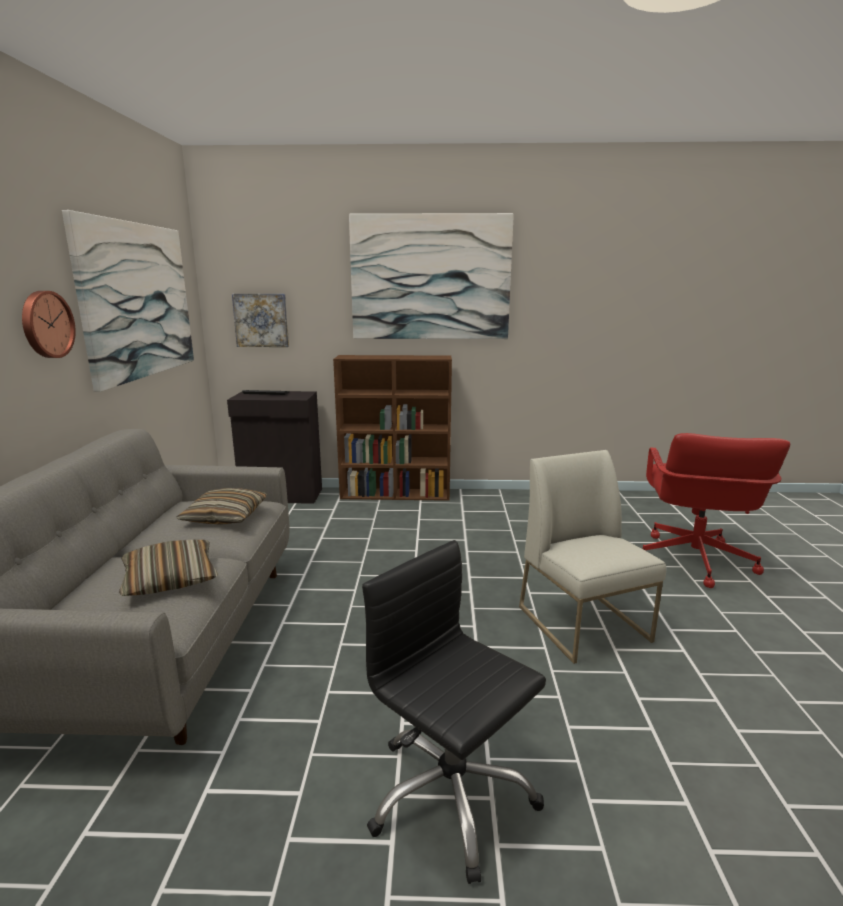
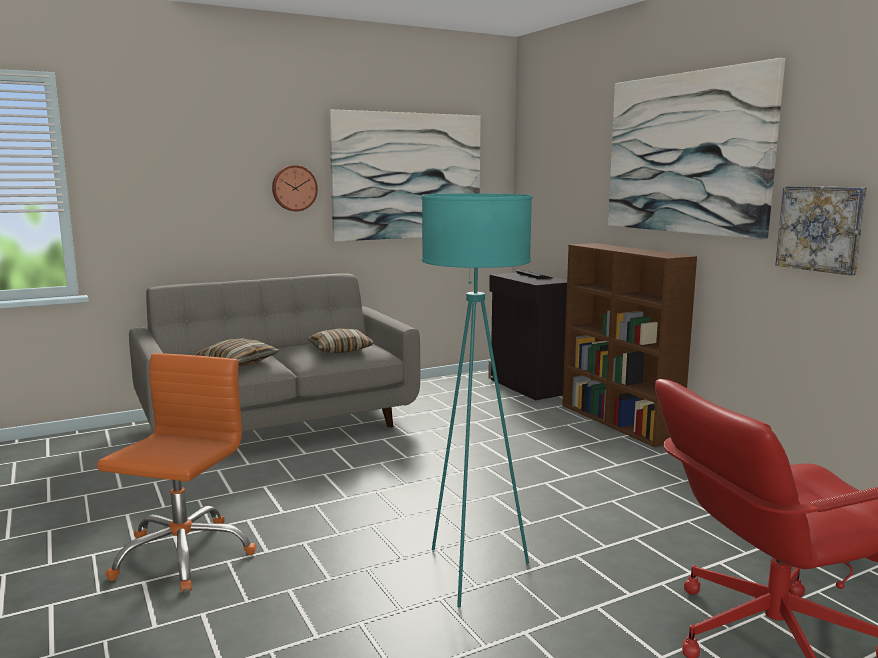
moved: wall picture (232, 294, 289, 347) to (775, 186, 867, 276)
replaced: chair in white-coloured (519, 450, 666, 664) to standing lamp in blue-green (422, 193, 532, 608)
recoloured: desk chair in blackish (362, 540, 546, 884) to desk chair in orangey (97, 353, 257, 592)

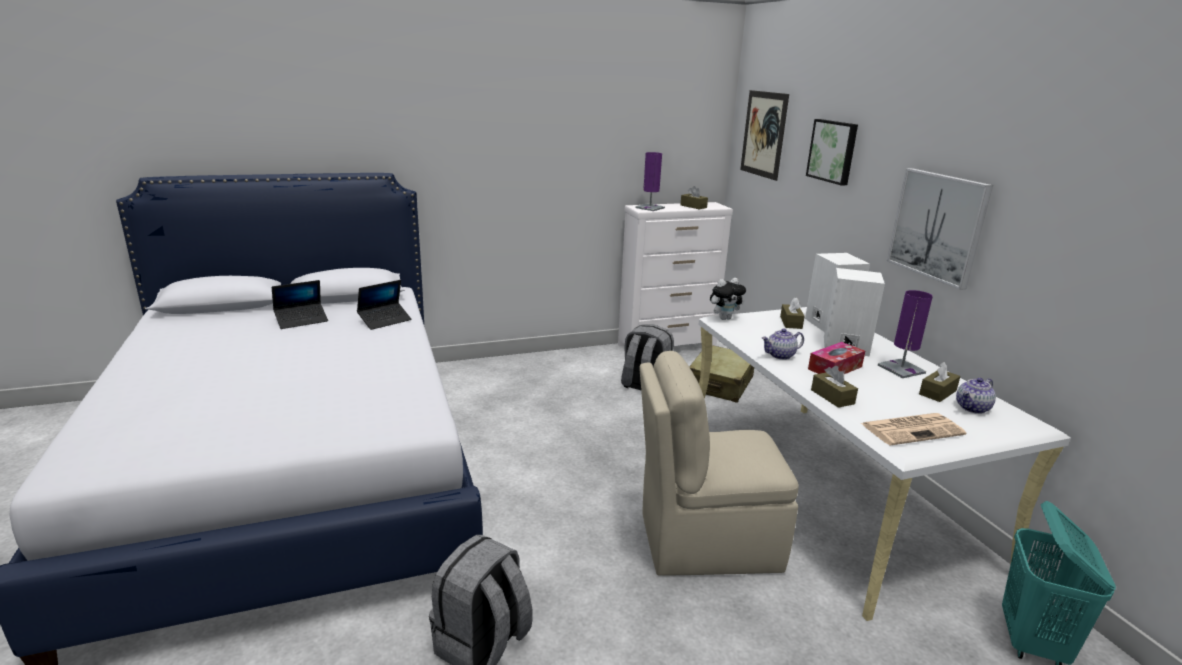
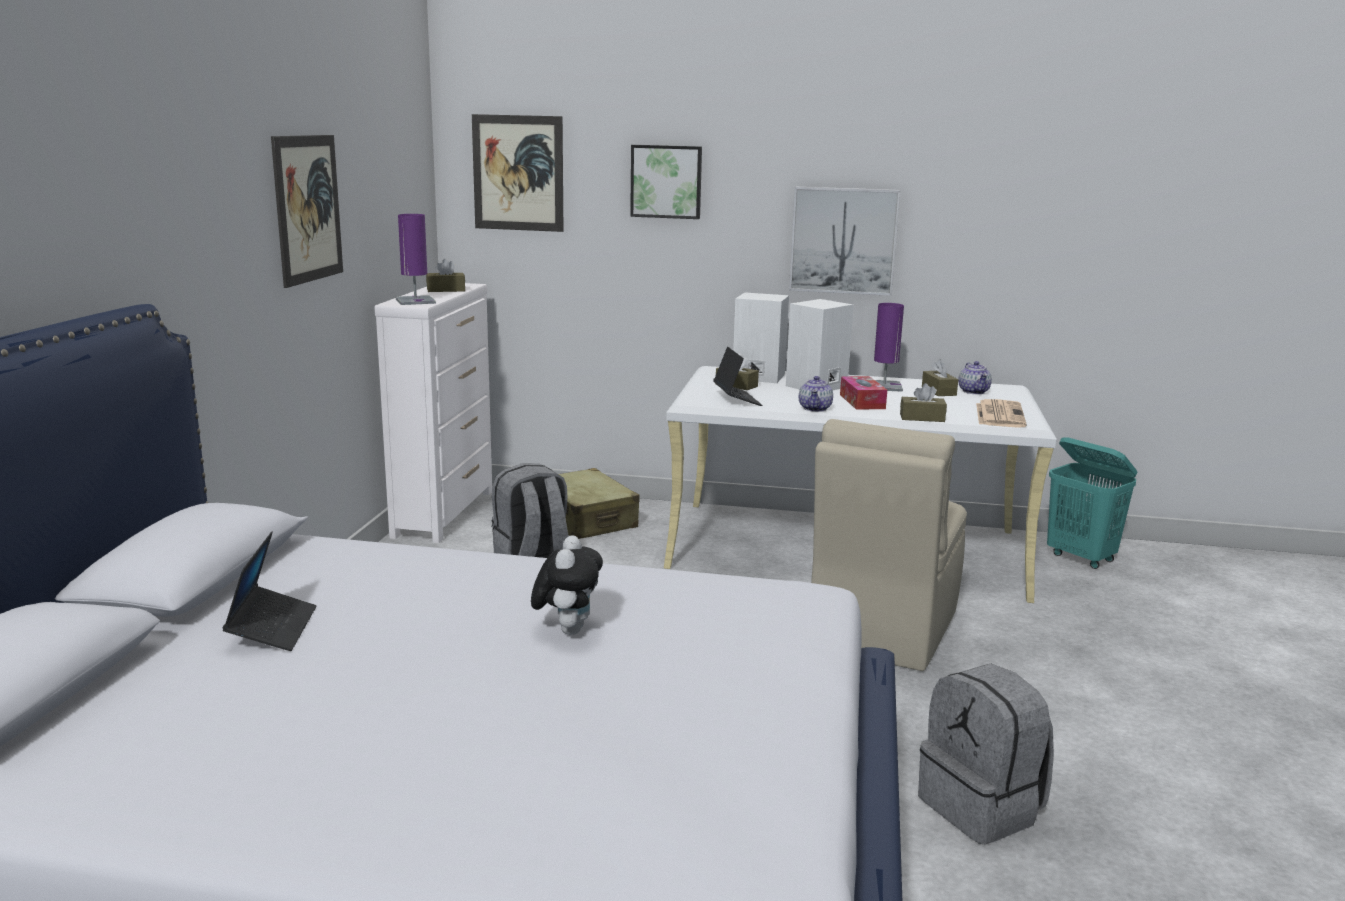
added: wall picture (271, 135, 343, 288)
moved: soft toy (710, 278, 746, 320) to (531, 535, 603, 635); notebook computer (357, 280, 412, 330) to (713, 347, 762, 406)

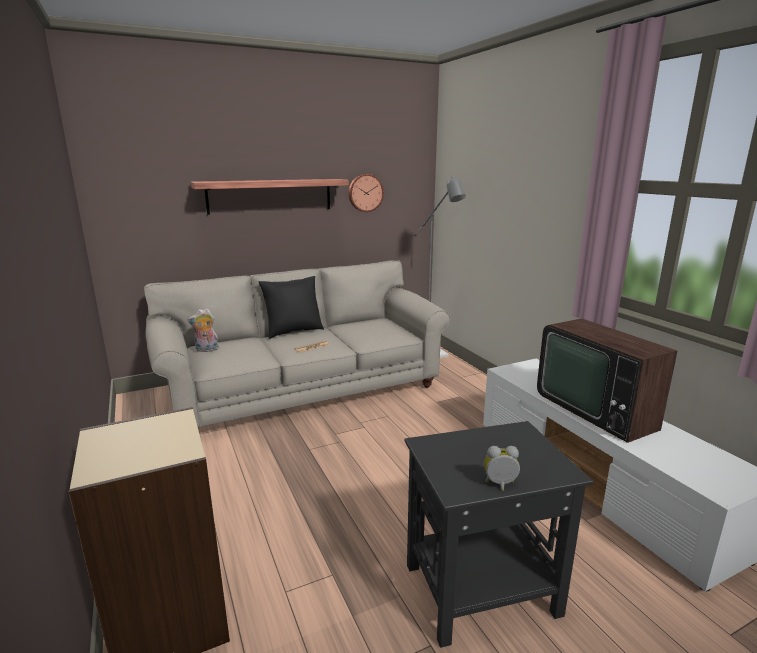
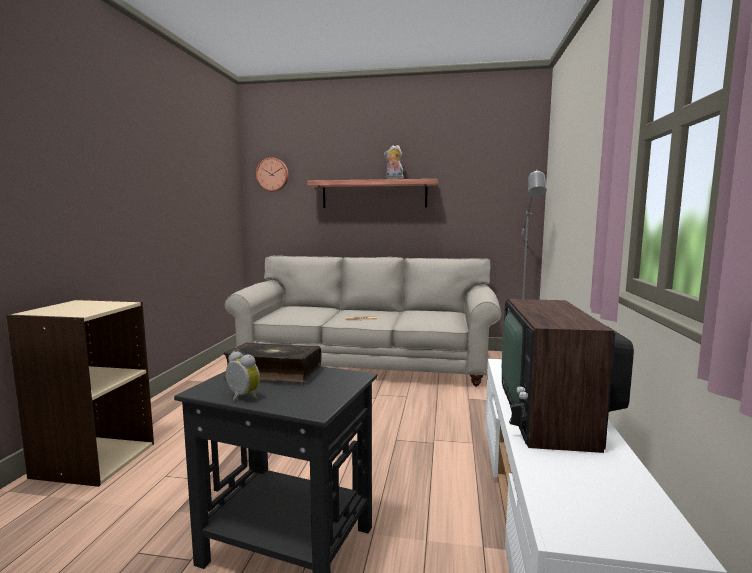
removed: pillow in blackish (259, 276, 324, 339)
added: bound book (224, 342, 321, 383)
moved: wall clock (349, 174, 384, 212) to (256, 157, 288, 191); soft toy (188, 308, 219, 352) to (384, 145, 403, 179)

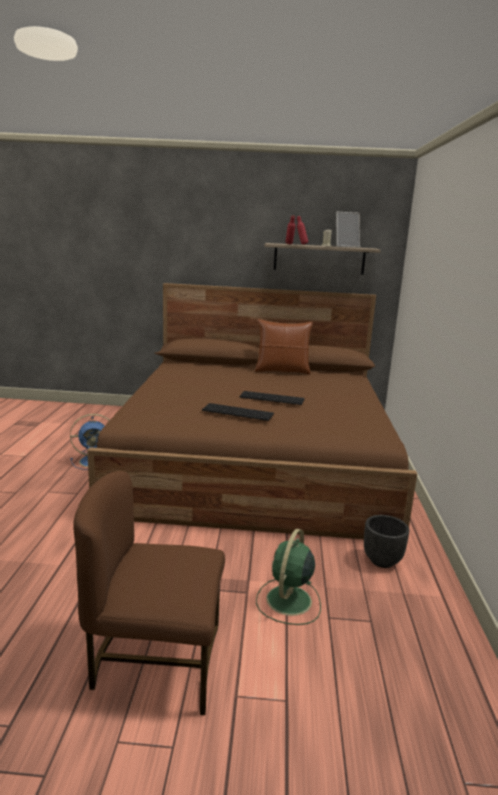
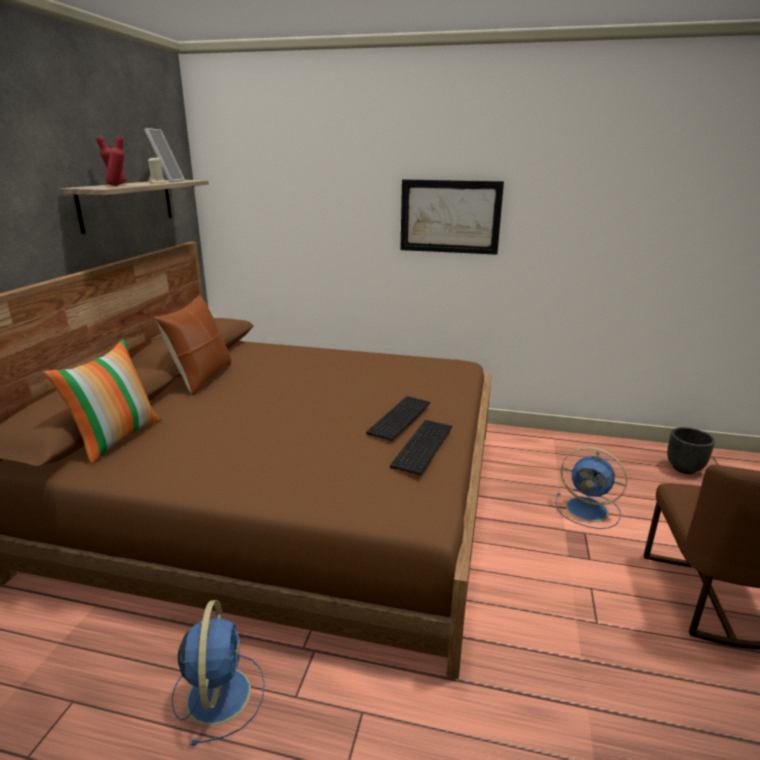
added: pillow (44, 339, 162, 464); wall picture (400, 179, 504, 255)
moved: keyboard (239, 391, 305, 405) to (390, 420, 452, 475); planter in blackish (364, 515, 409, 568) to (667, 427, 715, 474)
recoloured: fan in greenish (256, 529, 321, 625) to fan in blue (556, 447, 627, 529)

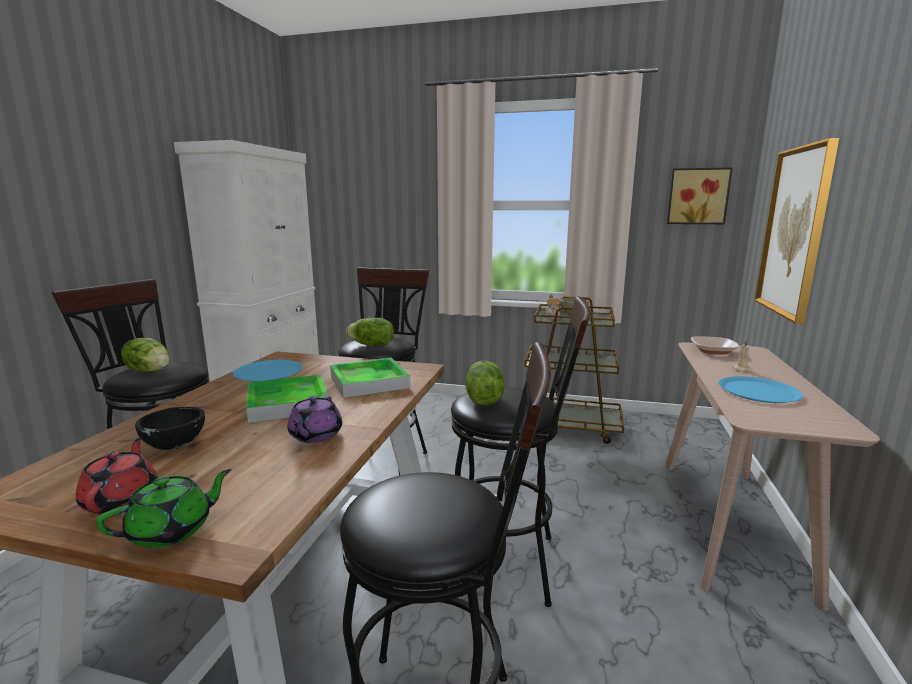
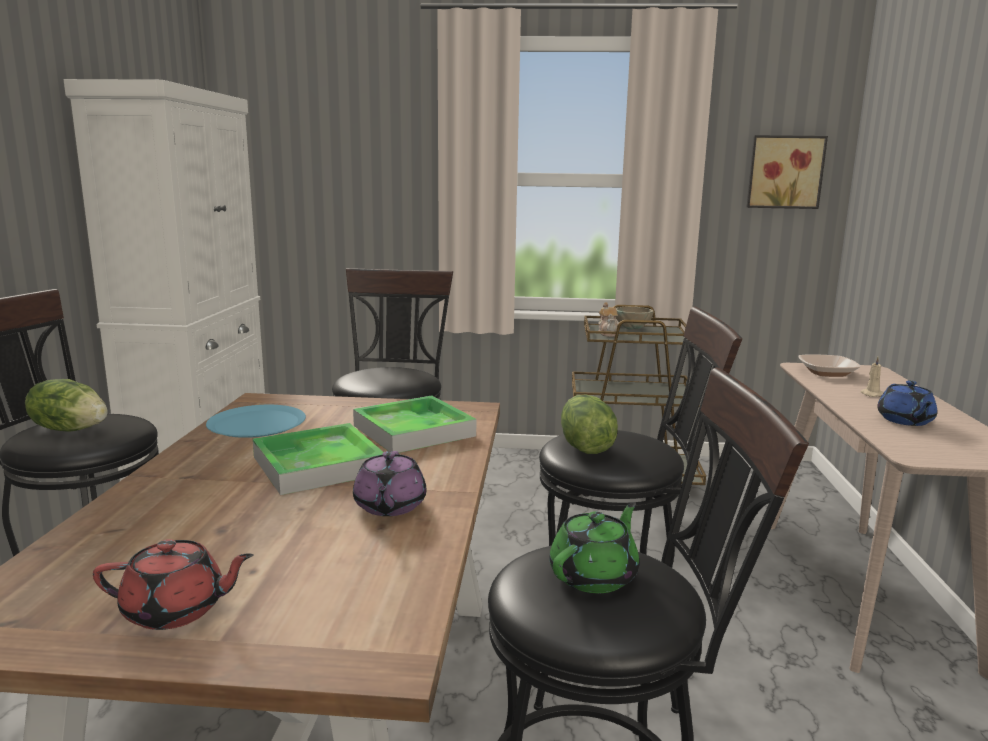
removed: deep dish in blackish (135, 407, 205, 450); lettuce head (346, 318, 394, 346); wall picture (755, 138, 839, 324)
moved: teapot in greenish (96, 469, 232, 548) to (549, 503, 639, 593)
replaced: dinner plate in blue (719, 376, 803, 403) to teapot in blue (877, 381, 937, 426)
turned: teapot in red (76, 438, 158, 515) = (93, 539, 254, 630) 105 degrees clockwise

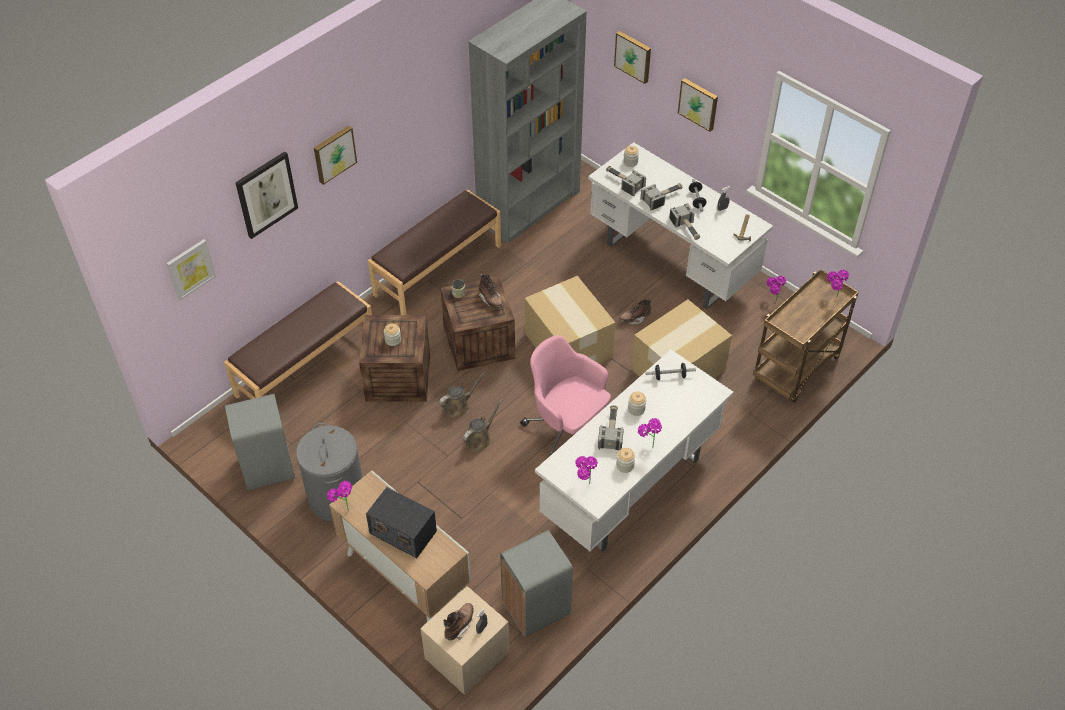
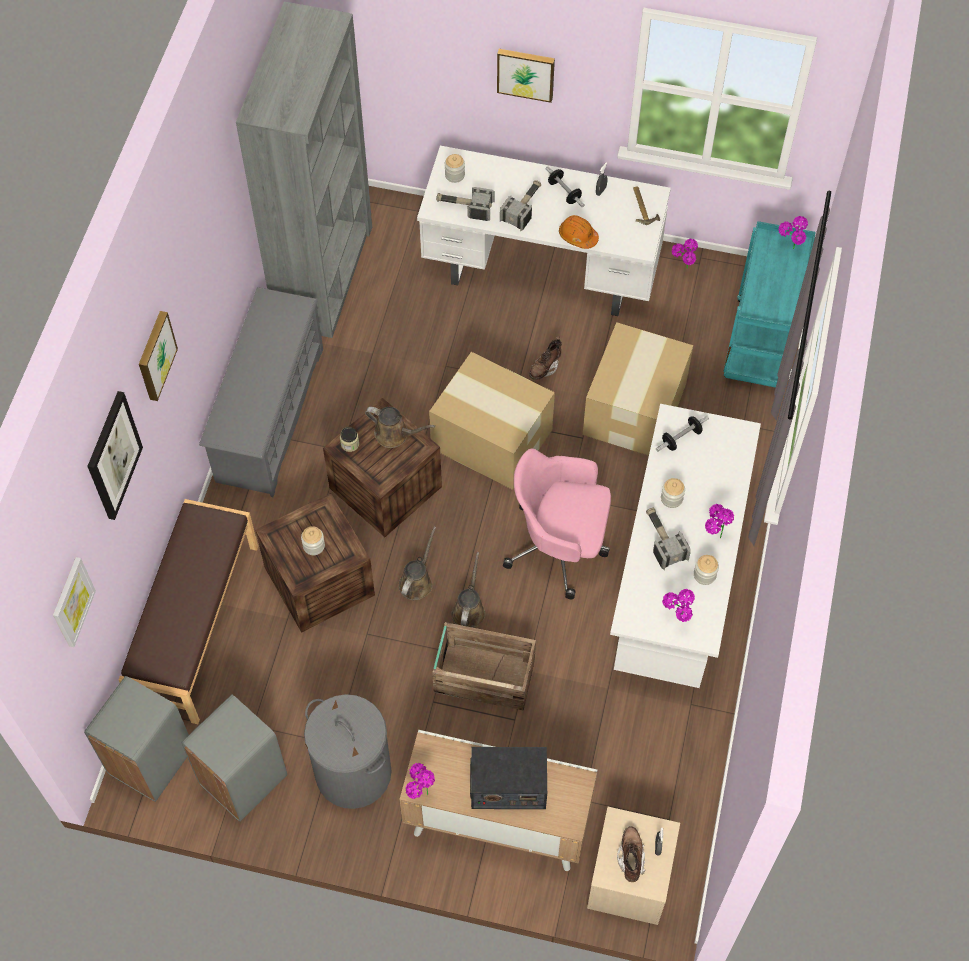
removed: wall picture (614, 31, 651, 84)
added: shipping crate (432, 622, 536, 711)
moved: rubbish bin in grey (500, 530, 573, 637) to (84, 676, 189, 802)
replaced: long seat in brownish (368, 190, 501, 315) to shoe stand in grey (199, 287, 323, 497); boot in brownish (479, 273, 503, 308) to watering can in brownish (365, 407, 435, 448); tool hammer (669, 203, 701, 240) to hard hat in orangey (559, 215, 599, 249)
recoloured: trolley in brownish (753, 269, 859, 402) to trolley in blue-green (723, 221, 816, 388)

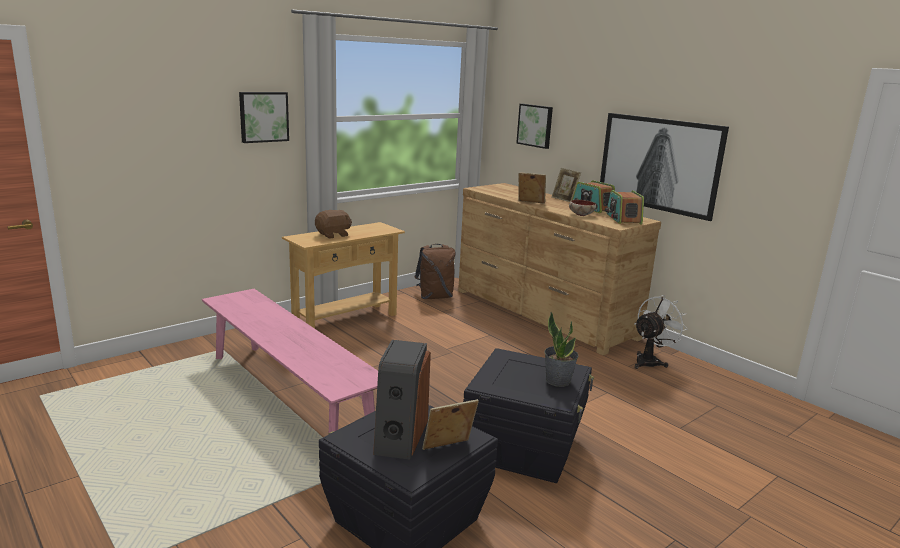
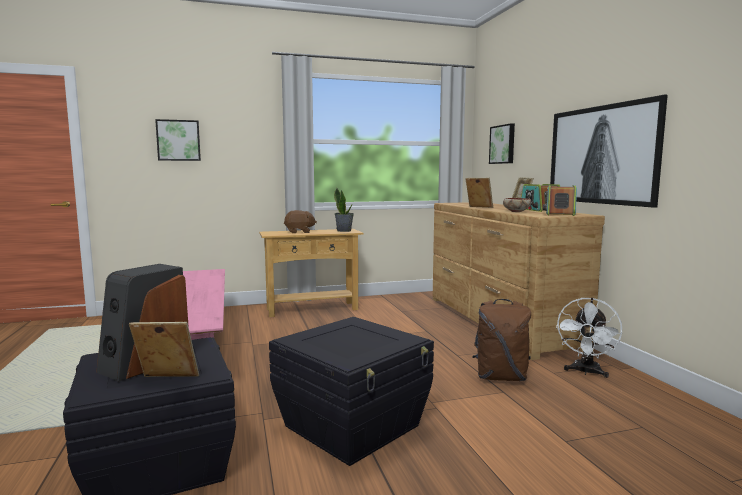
moved: wall picture (239, 92, 289, 143) to (155, 119, 201, 161); potted plant (544, 312, 579, 387) to (334, 188, 354, 232); backpack in brownish (415, 244, 455, 299) to (473, 299, 531, 381)
turned: fan in white-coloured (634, 295, 688, 369) = (556, 297, 622, 378) 135 degrees clockwise

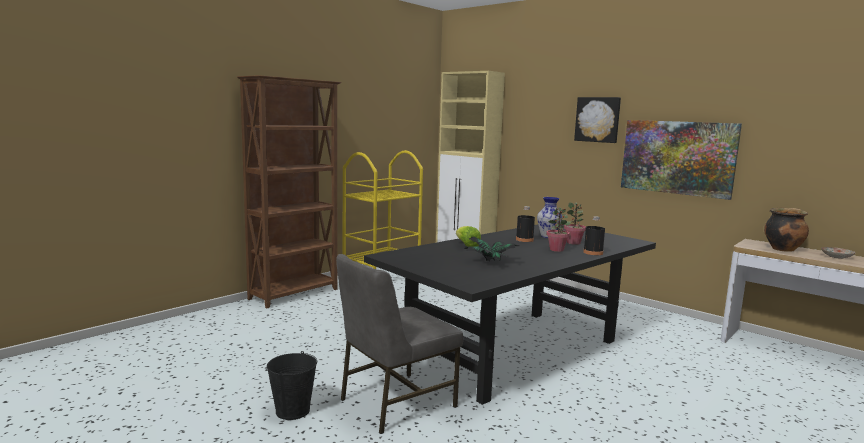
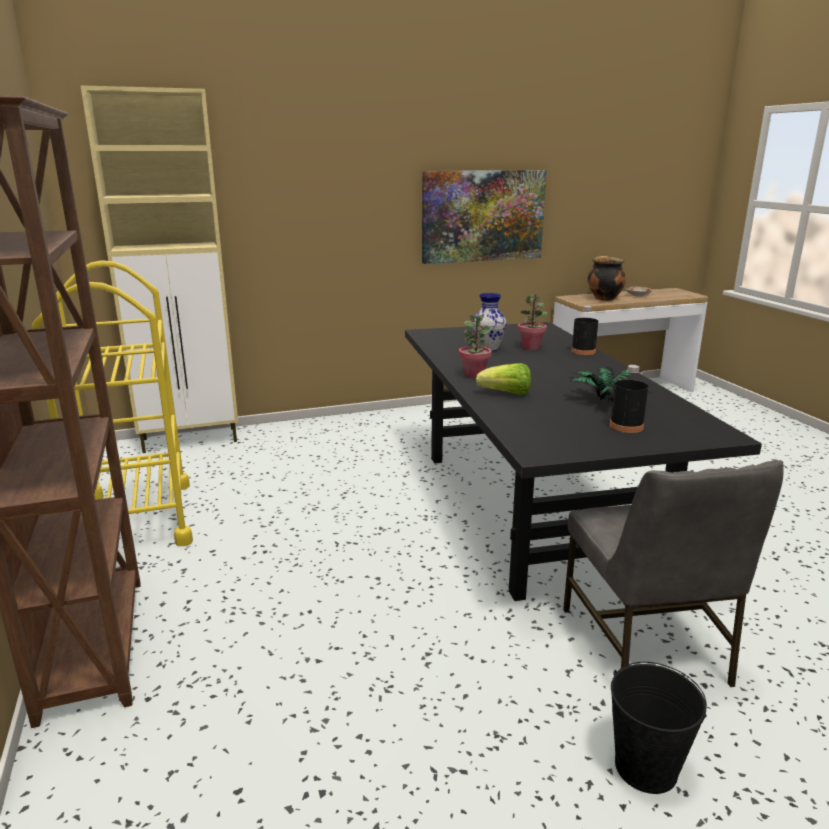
removed: wall picture (574, 97, 621, 143)
moved: potted plant (546, 207, 571, 252) to (459, 315, 492, 378); bottle in blackish (516, 206, 535, 242) to (609, 365, 648, 433)

